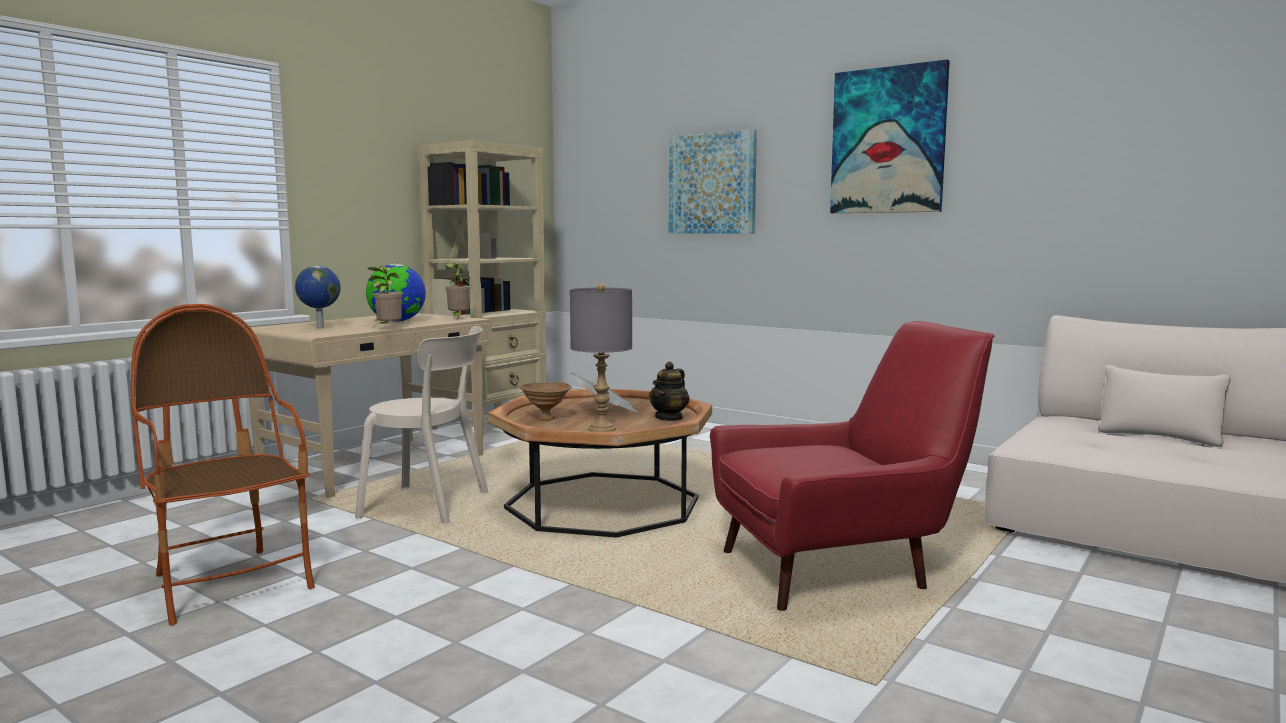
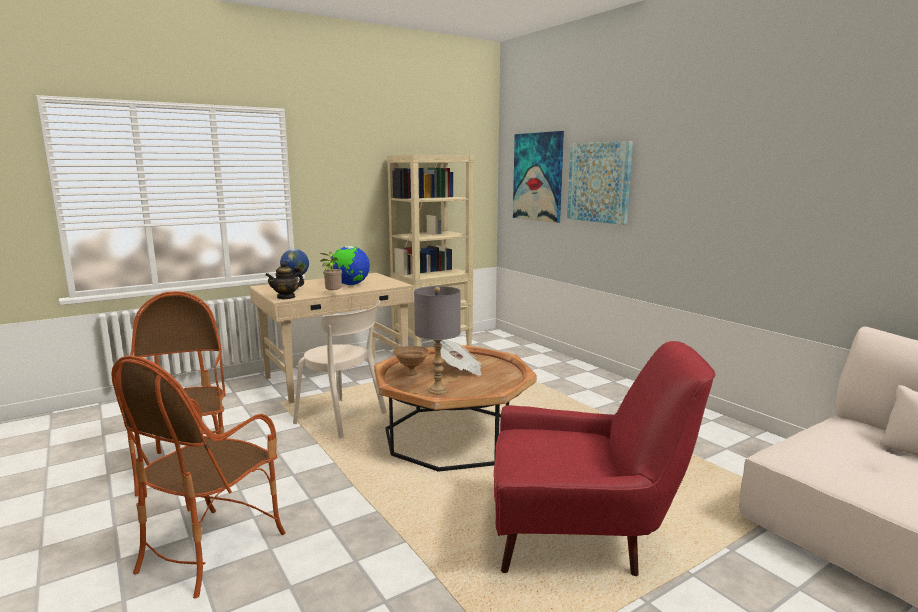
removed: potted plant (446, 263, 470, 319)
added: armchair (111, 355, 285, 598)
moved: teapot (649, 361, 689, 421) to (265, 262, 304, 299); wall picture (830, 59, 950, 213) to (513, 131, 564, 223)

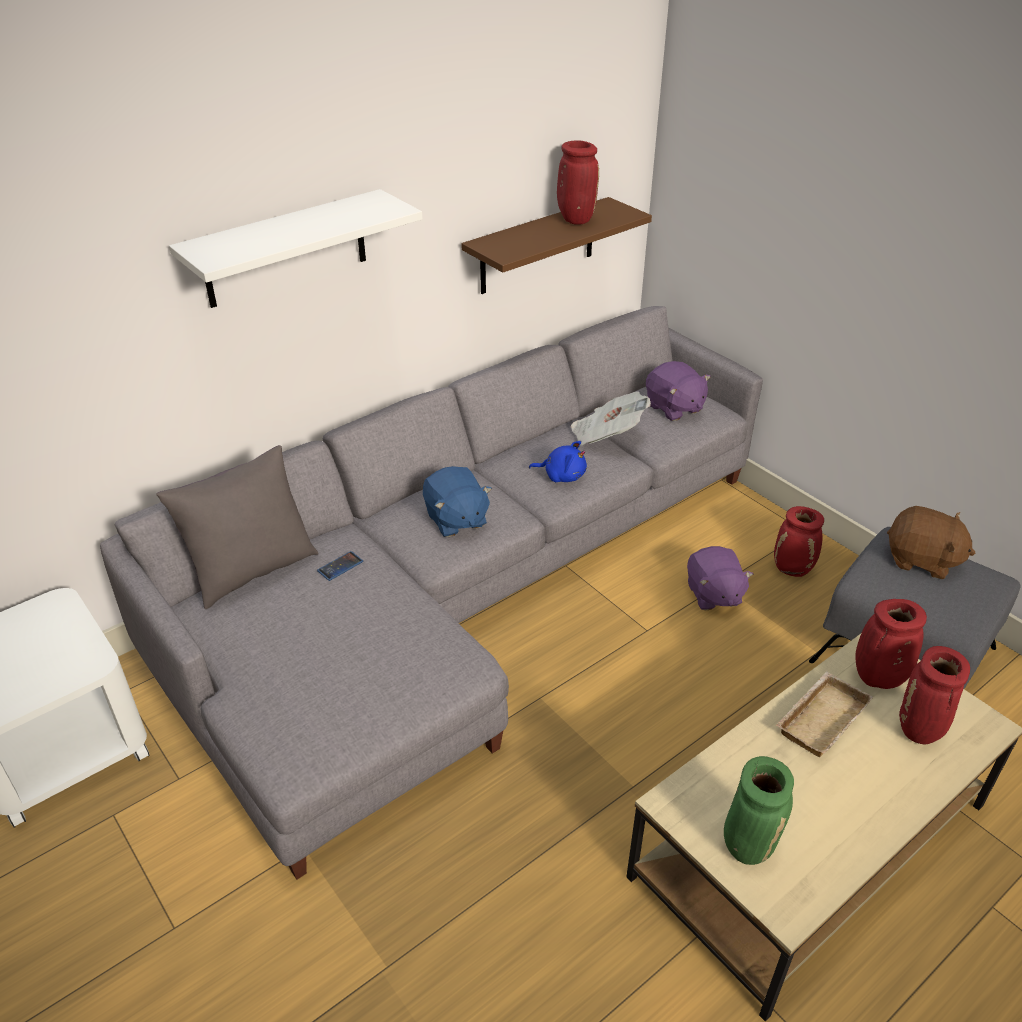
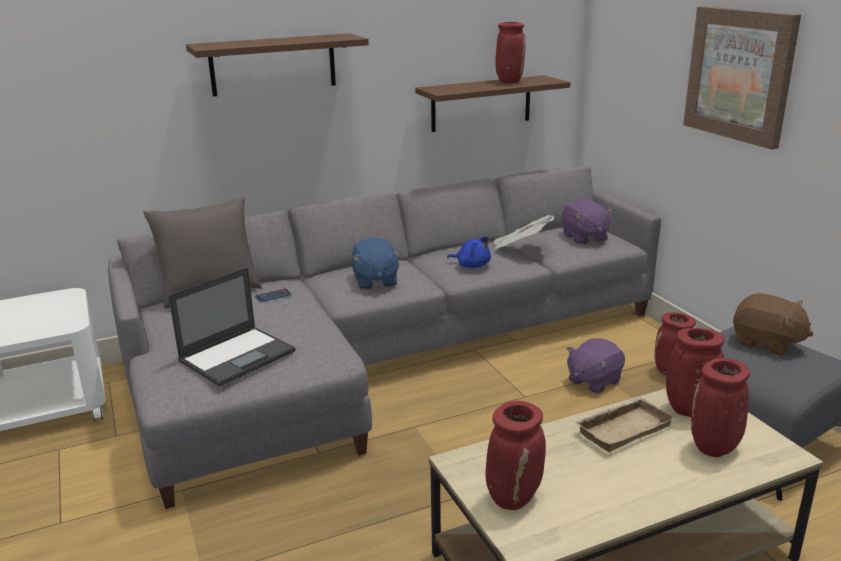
added: notebook computer (168, 267, 296, 386); wall picture (683, 6, 801, 150)
recoloured: bracket shelf in white-coloured (169, 189, 423, 308) to bracket shelf in brownish (186, 33, 369, 97); vase in greenish (724, 756, 794, 865) to vase in red (486, 401, 546, 510)
turned: soft toy in purplish (687, 546, 753, 610) = (566, 338, 625, 394) 45 degrees clockwise

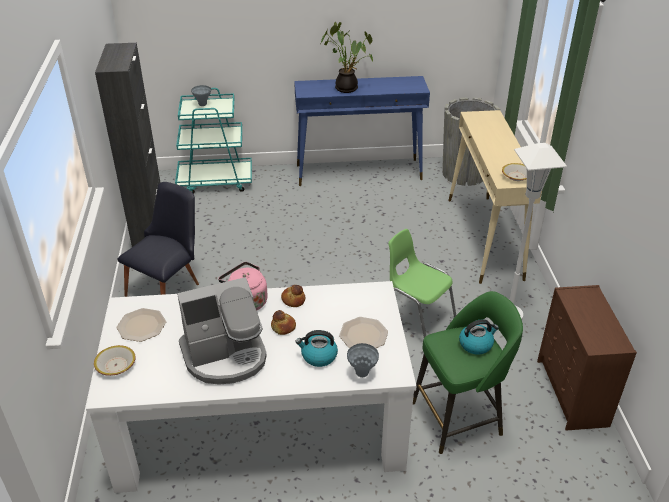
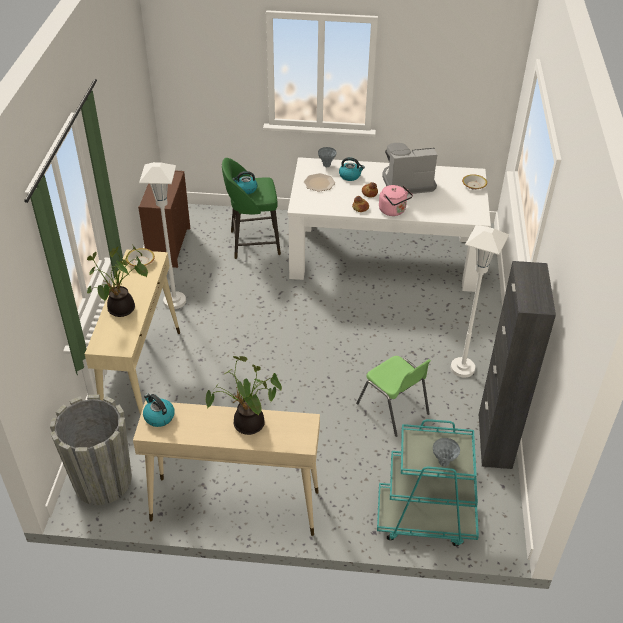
removed: dinner plate (117, 308, 166, 342)
added: potted plant (87, 244, 148, 317); tea kettle (143, 394, 175, 427)
moved: chair in greenish (388, 229, 456, 337) to (356, 356, 431, 437)
replaced: chair in blackish (118, 182, 199, 297) to standing lamp in white-coloured (451, 225, 509, 378)
recoloured: hall table in blue (294, 76, 430, 186) to hall table in sand-coloured (133, 400, 320, 536)

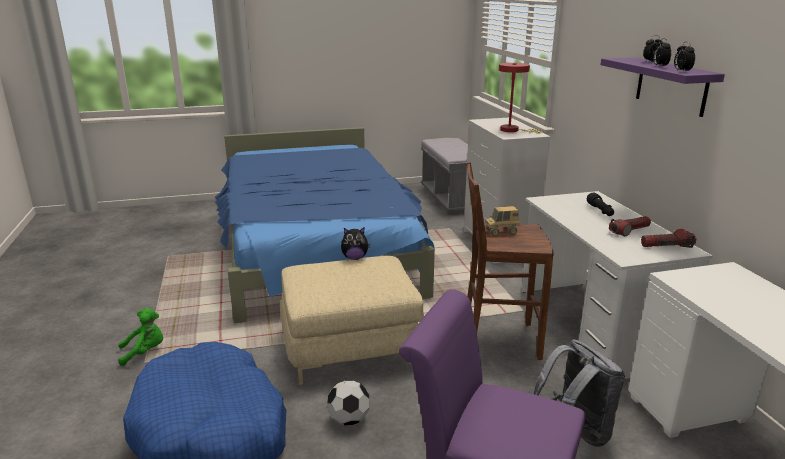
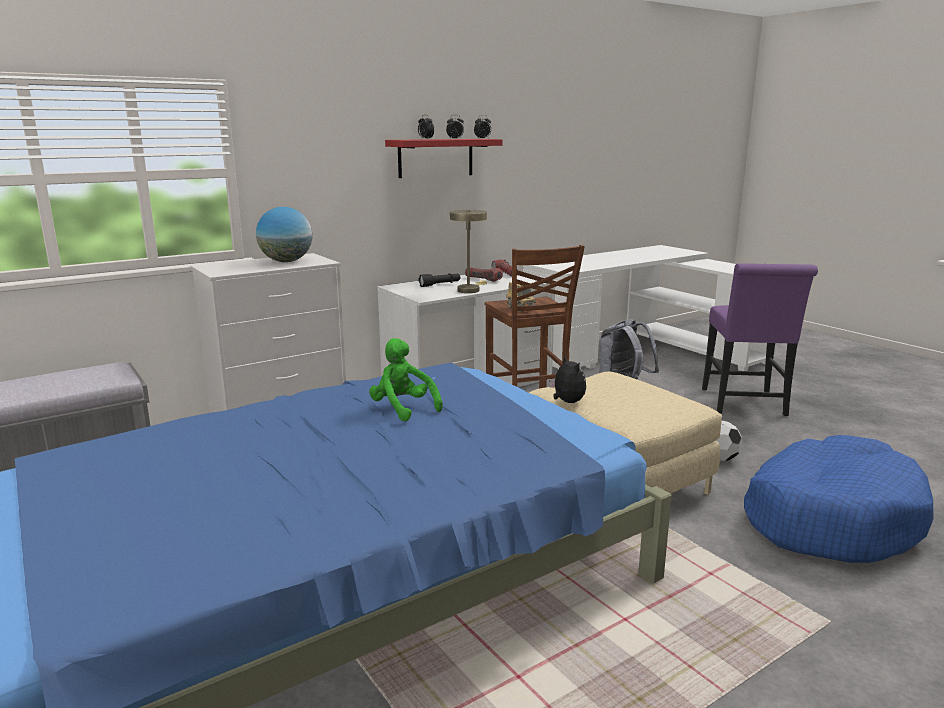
added: table lamp in sand-coloured (450, 210, 487, 293)
moved: soft toy in greenish (118, 308, 163, 366) to (369, 338, 443, 421)
replaced: table lamp in red (499, 63, 542, 133) to desk globe (256, 207, 312, 262)
recoloured: bracket shelf in purplish (601, 57, 725, 117) to bracket shelf in red (385, 139, 503, 178)

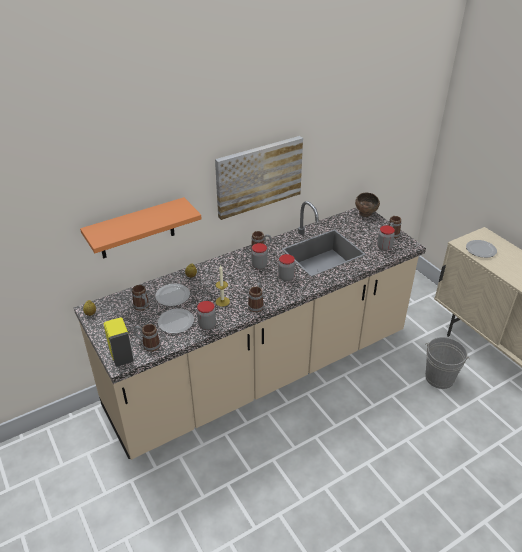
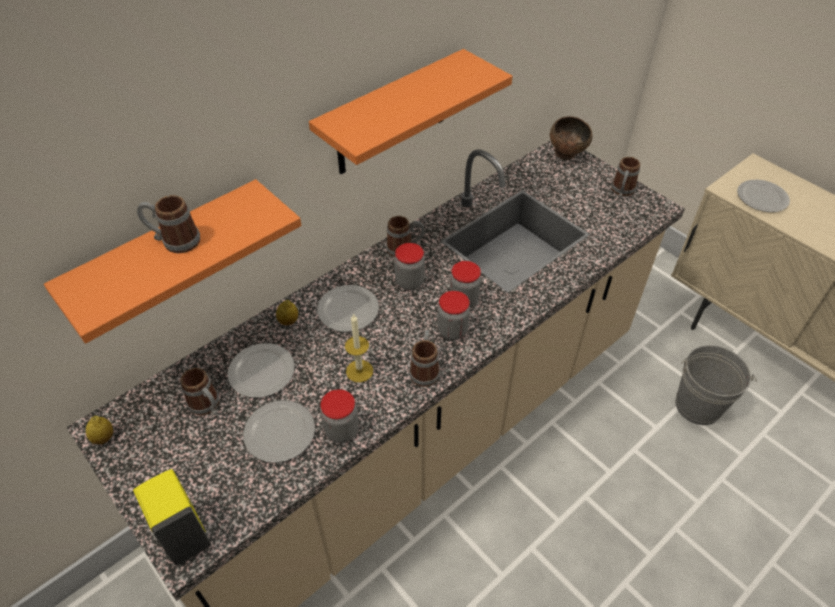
added: dinner plate (317, 285, 379, 332)
moved: coffee mug (133, 324, 161, 352) to (137, 195, 200, 253); storage jar (377, 225, 395, 251) to (437, 291, 470, 340)
replaced: wall picture (215, 136, 303, 220) to bracket shelf in orangey (309, 49, 513, 174)

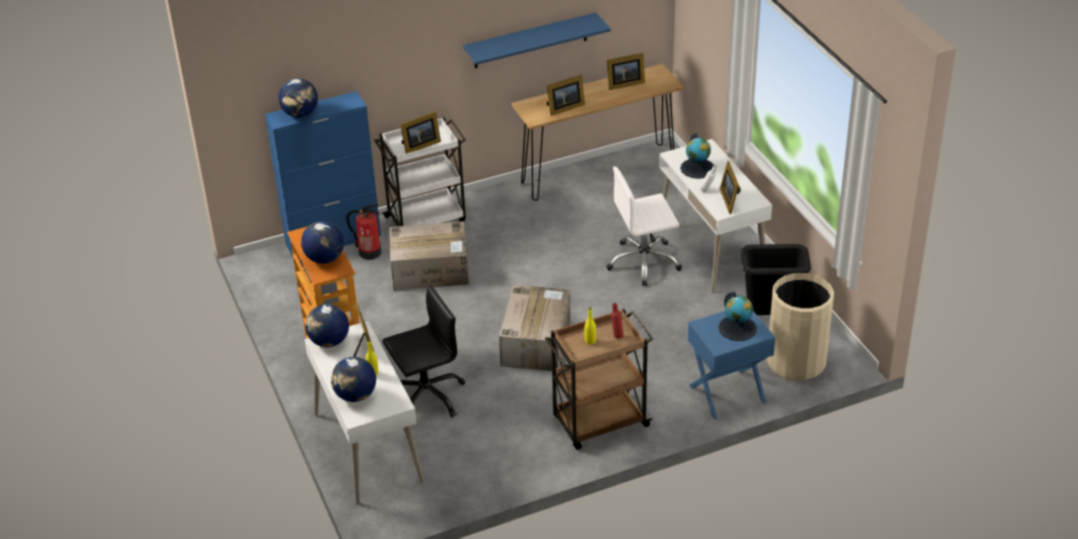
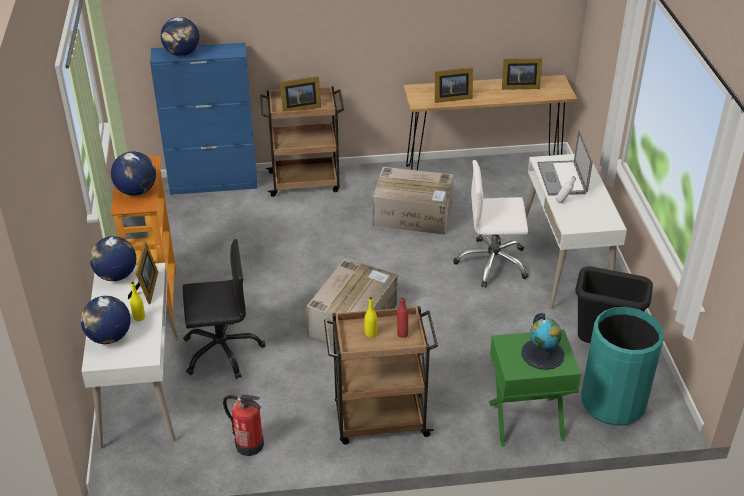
removed: bracket shelf in blue (463, 13, 611, 68); picture frame (720, 161, 741, 214)
moved: fire-fighting cylinder (346, 204, 381, 260) to (223, 395, 264, 456); carton (389, 221, 469, 290) to (373, 167, 454, 235)
replaced: desk globe (680, 133, 714, 179) to notebook computer (537, 129, 593, 196)
recoloured: trolley in white-coloured (374, 117, 466, 226) to trolley in brownish (260, 86, 344, 197); nightstand in blue (688, 311, 775, 420) to nightstand in greenish (489, 329, 581, 447); rubbish bin in sand-coloured (767, 273, 834, 381) to rubbish bin in blue-green (581, 307, 664, 426)

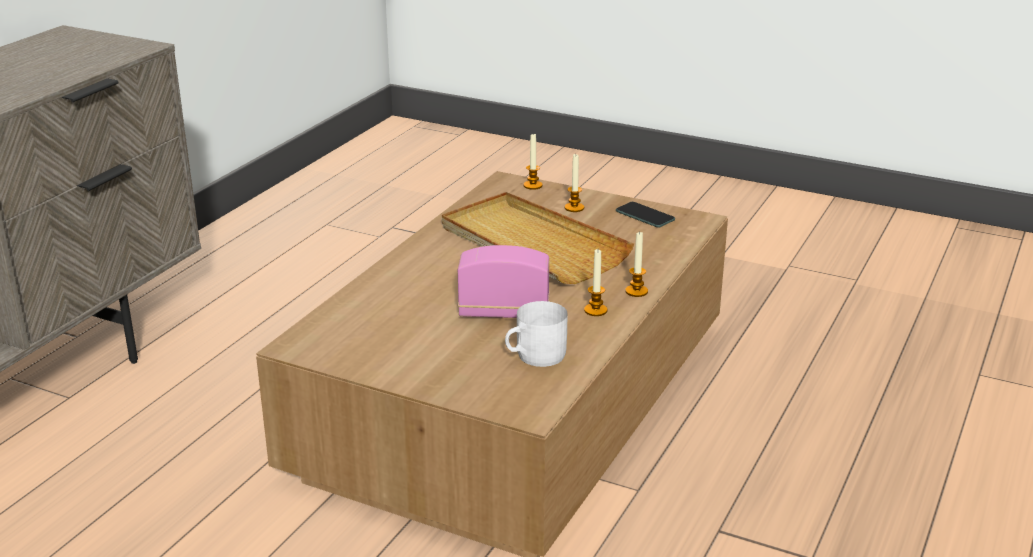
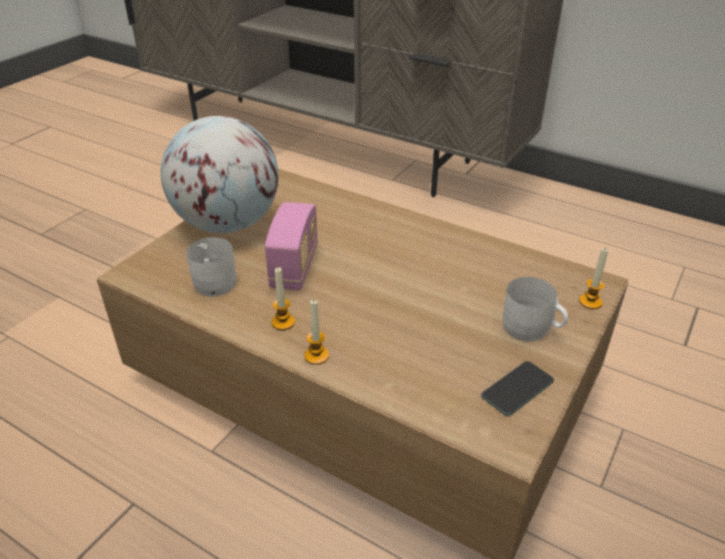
removed: carrying tray in sand-coloured (442, 192, 634, 284)
added: desk globe (161, 116, 279, 233)
replaced: candle (565, 154, 584, 212) to coffee mug in white-coloured (502, 277, 568, 342)

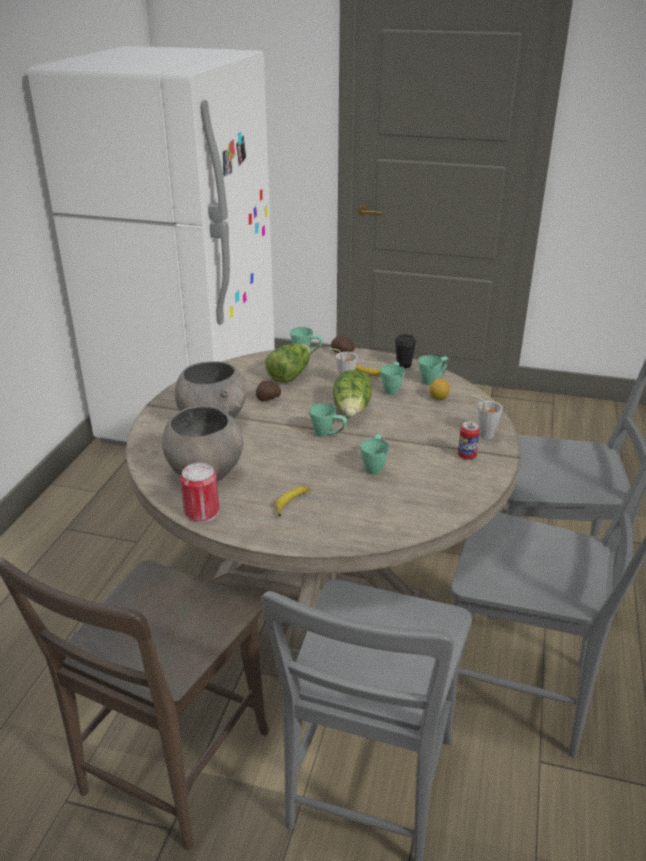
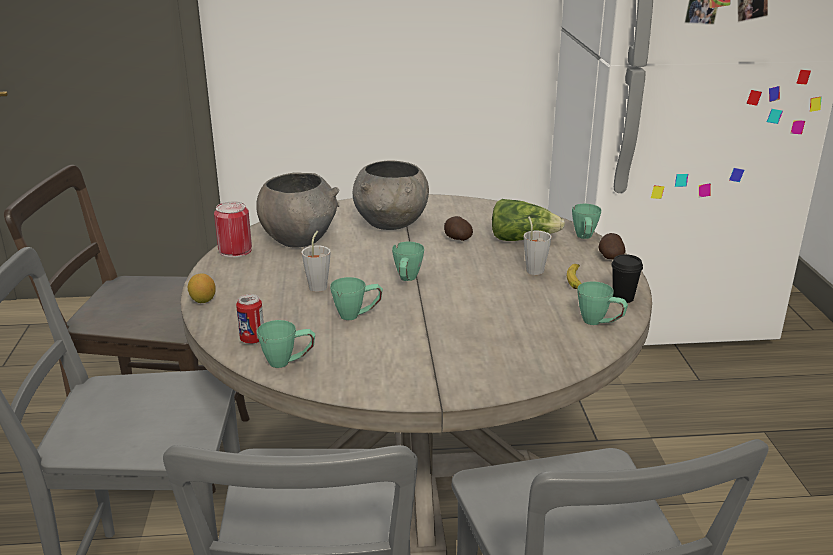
removed: whole banana (275, 486, 311, 516); lettuce head (333, 370, 371, 417)
moved: lemon (430, 379, 450, 400) to (188, 274, 216, 303); metal can (458, 421, 480, 460) to (236, 294, 264, 344); coffee mug in greenish (380, 362, 405, 395) to (257, 320, 315, 368); cup in grey (471, 395, 503, 439) to (301, 231, 331, 292)

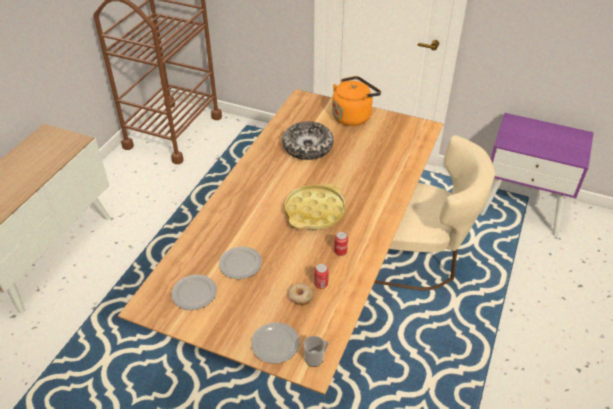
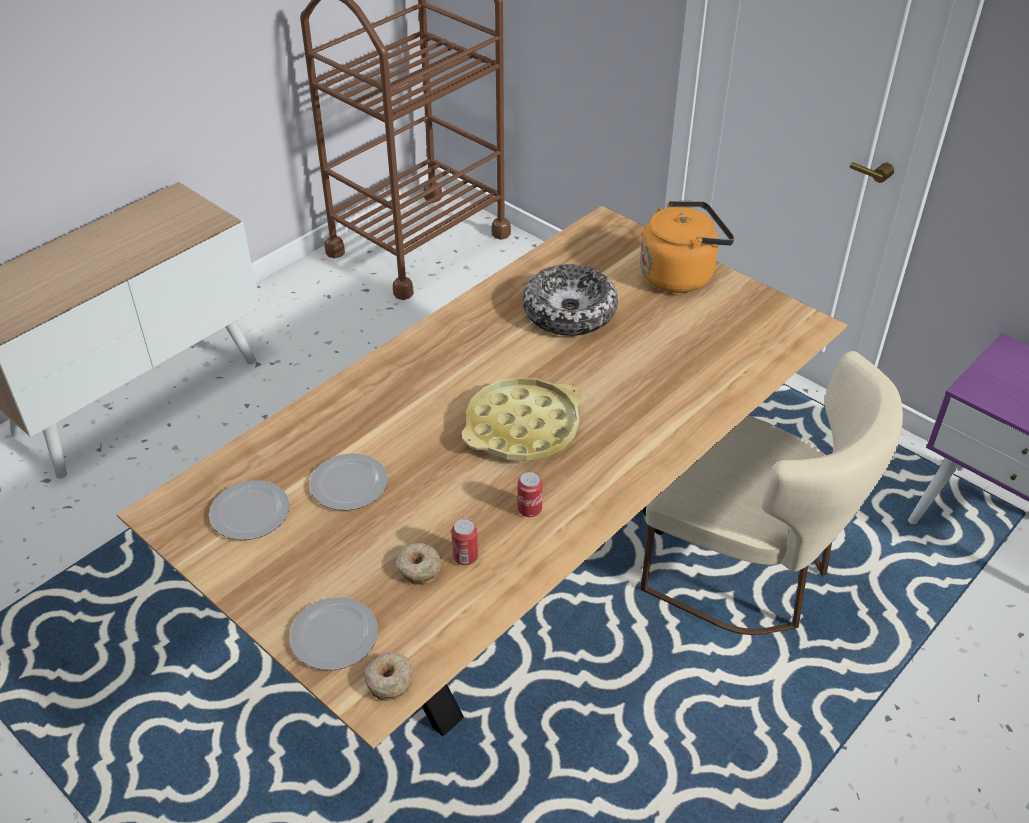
replaced: coffee mug (303, 336, 329, 367) to doughnut (365, 652, 413, 701)

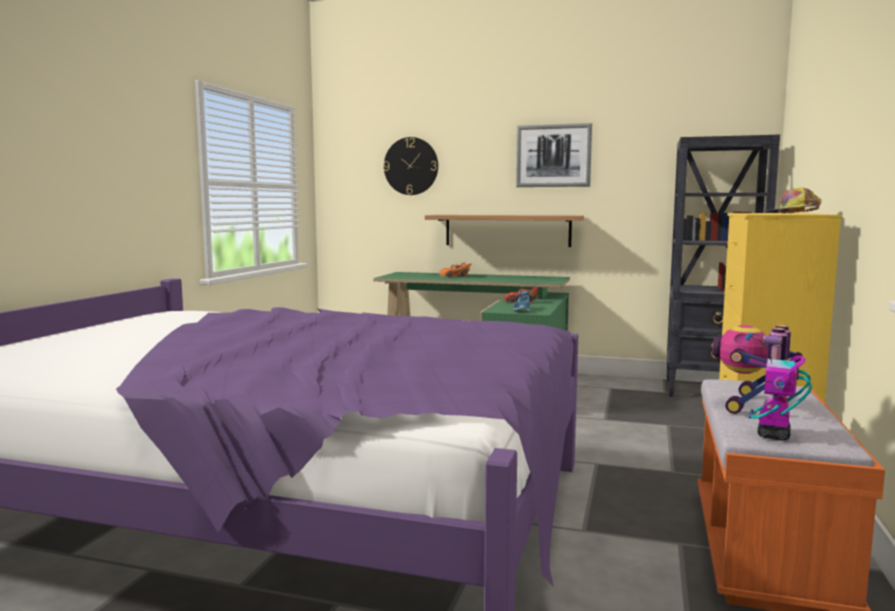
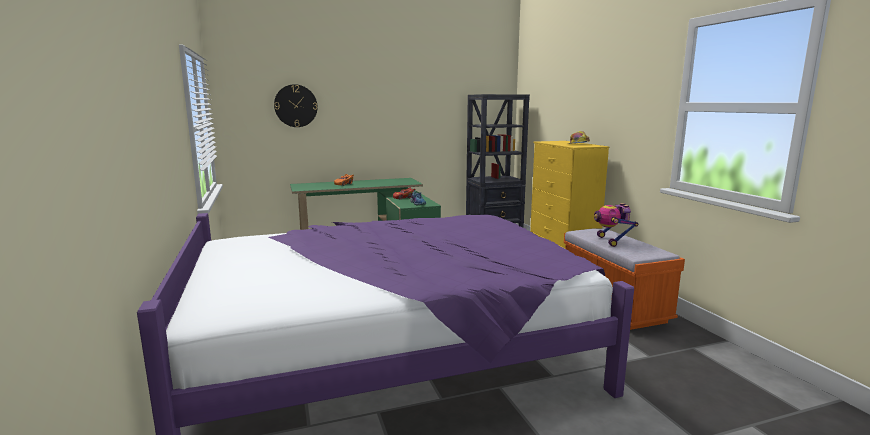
removed: bracket shelf (425, 215, 584, 247); wall picture (516, 123, 592, 187); toy robot (745, 333, 812, 441)

